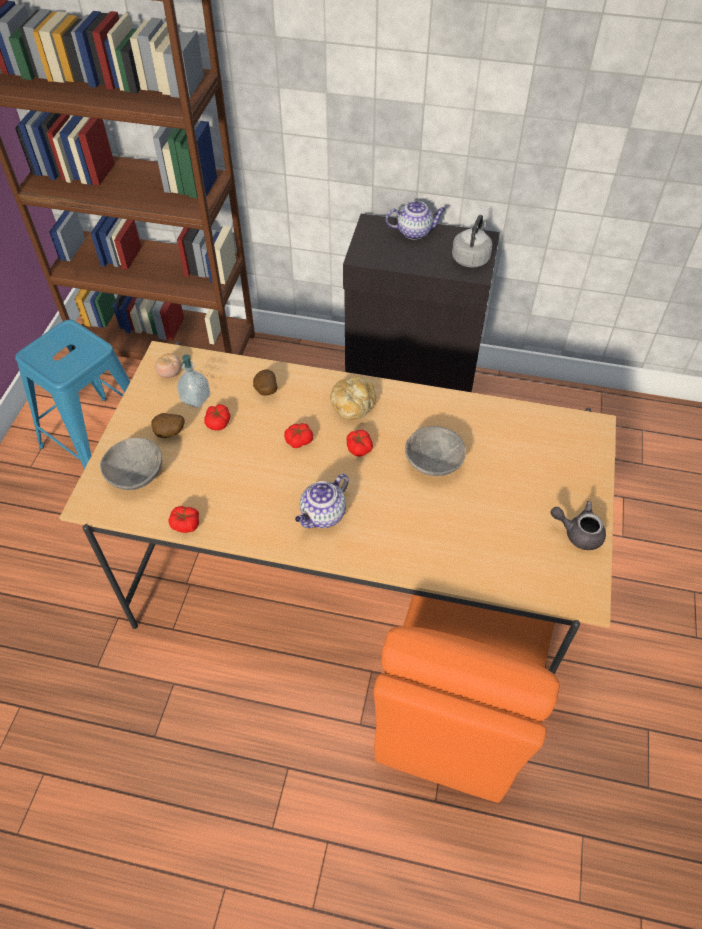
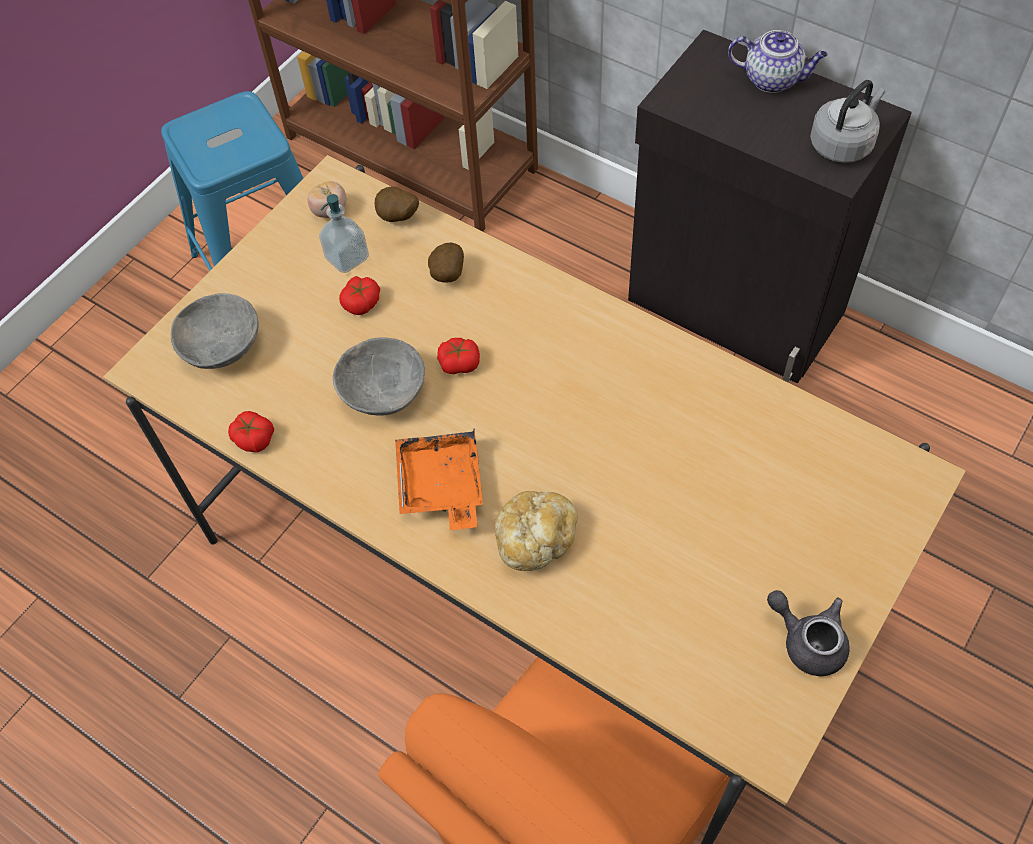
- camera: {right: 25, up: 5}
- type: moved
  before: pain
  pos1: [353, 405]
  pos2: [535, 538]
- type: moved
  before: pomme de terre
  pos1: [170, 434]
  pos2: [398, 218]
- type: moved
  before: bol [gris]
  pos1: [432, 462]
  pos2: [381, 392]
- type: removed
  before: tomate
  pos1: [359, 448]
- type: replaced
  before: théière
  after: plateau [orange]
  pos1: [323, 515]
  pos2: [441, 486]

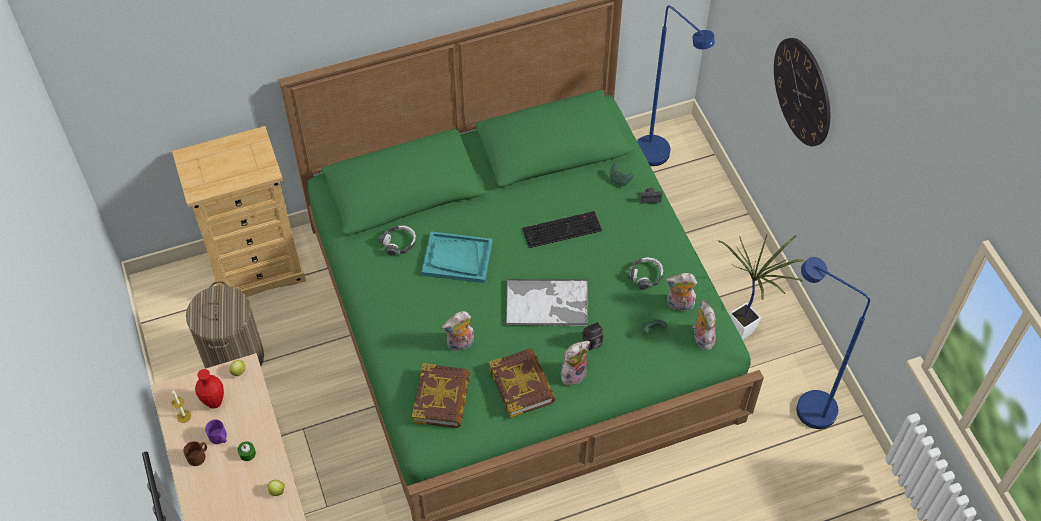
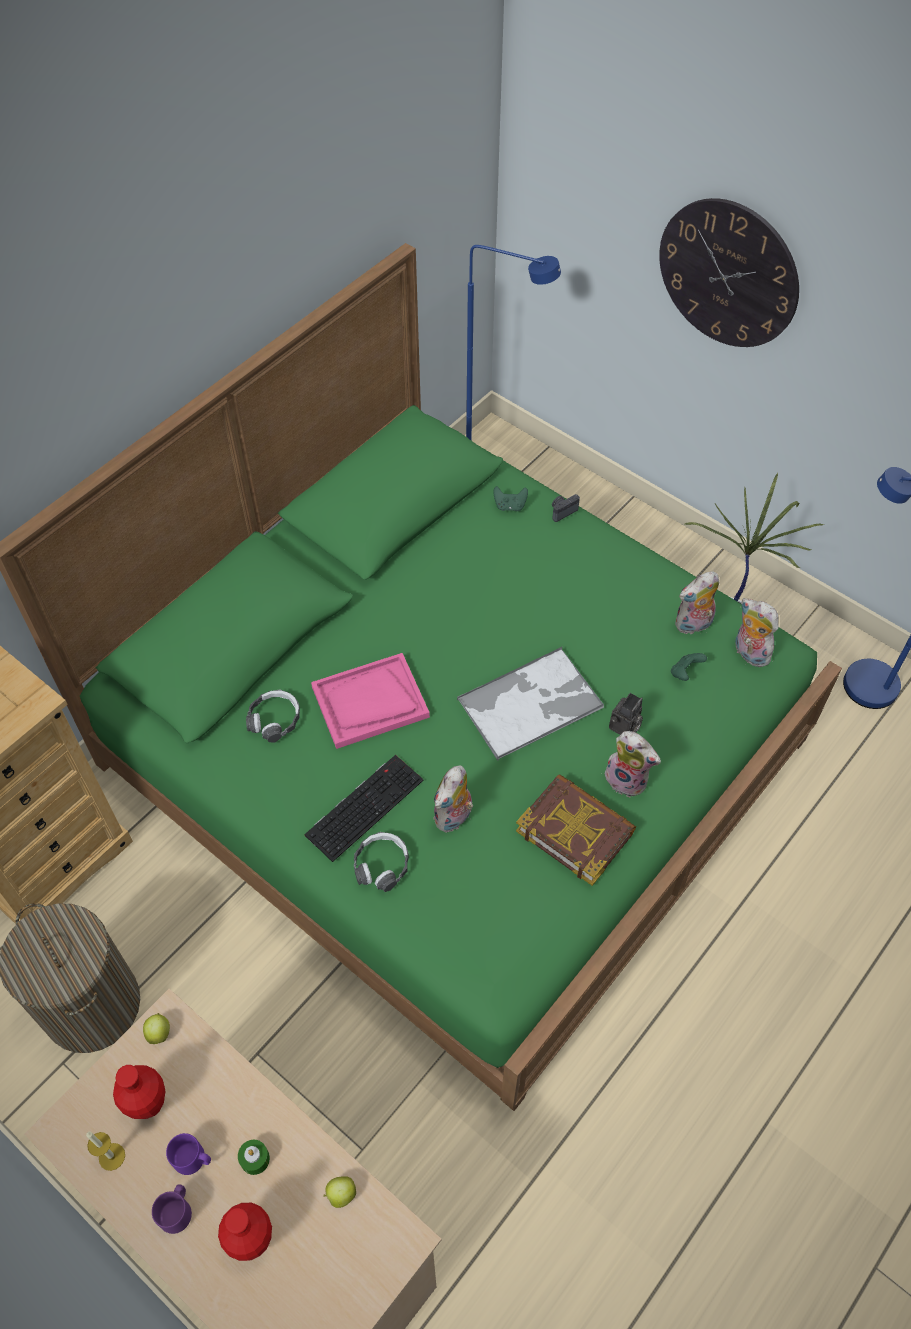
- camera: {right: -30, up: 0}
- type: moved
  before: clavier
  pos1: [562, 229]
  pos2: [364, 805]
- type: recoloured
  before: plateau [turquoise]
  after: plateau [rose]
  pos1: [457, 259]
  pos2: [370, 702]
- type: moved
  before: casque audio
  pos1: [646, 276]
  pos2: [381, 865]
- type: turned
  before: peluche
  pos1: [573, 373]
  pos2: [628, 779]
  turn: 105
- type: removed
  before: livre
  pos1: [442, 398]
- type: recoloured
  before: mug [marron]
  after: mug [violet]
  pos1: [198, 456]
  pos2: [177, 1211]
- type: added
  after: vase [rouge]
  pos2: [252, 1240]

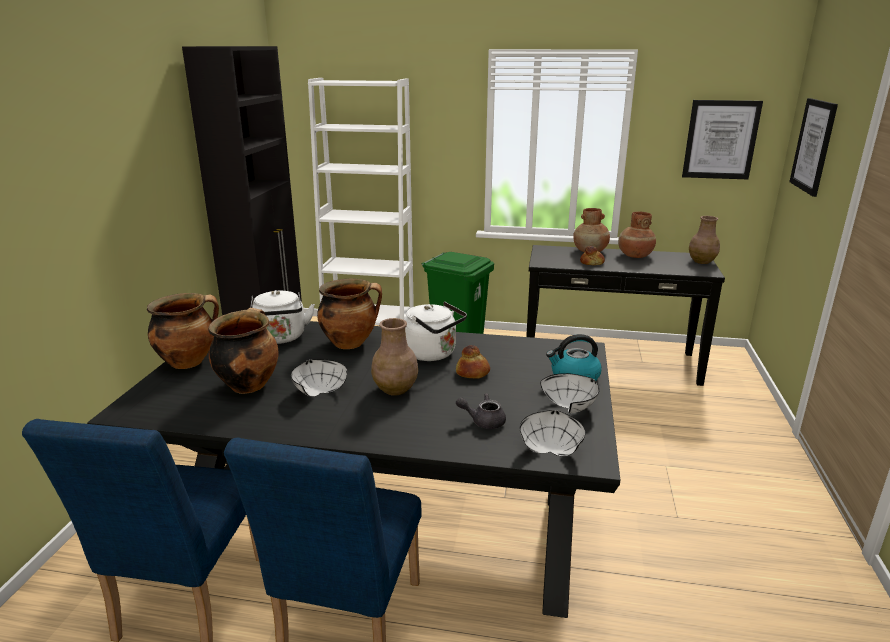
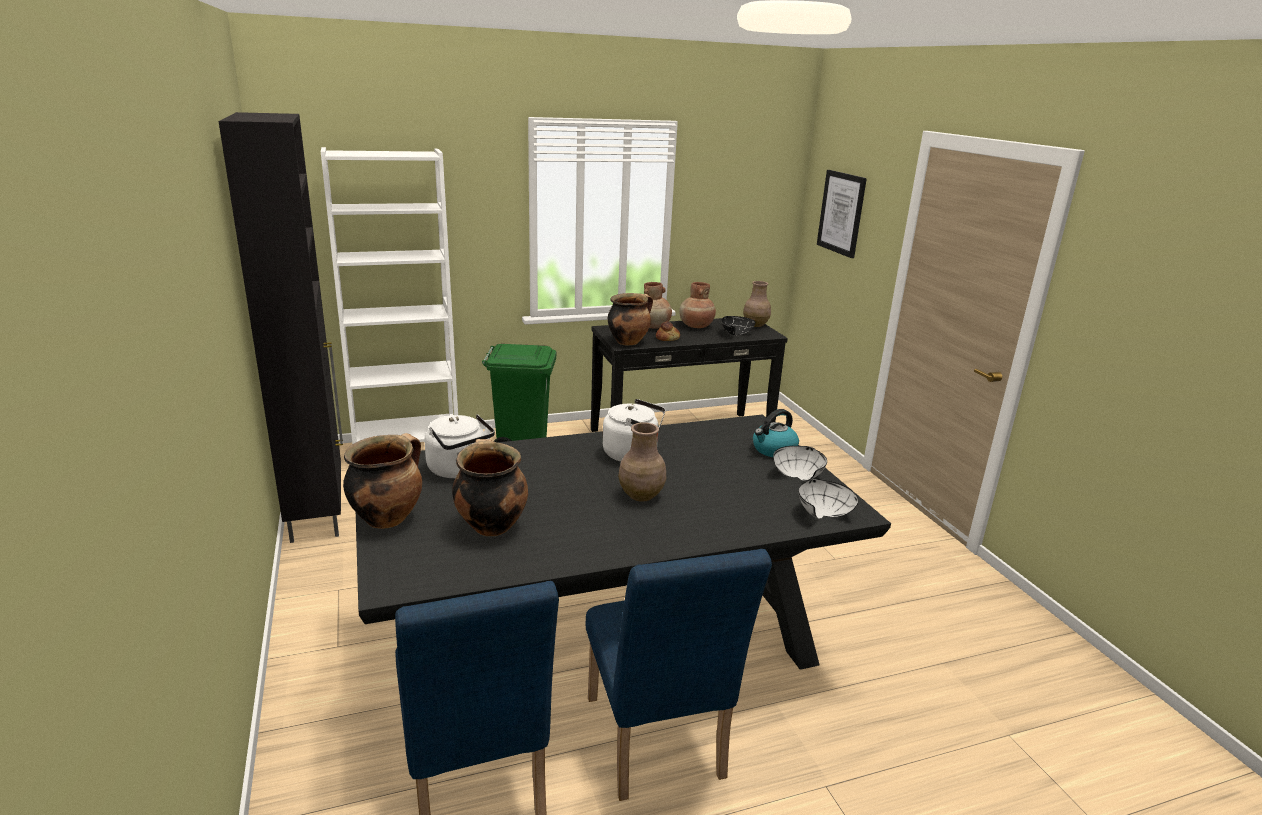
- camera: {right: -30, up: 0}
- type: removed
  before: tableau
  pos1: [720, 139]
- type: moved
  before: marmite
  pos1: [351, 343]
  pos2: [628, 342]
- type: removed
  before: pain
  pos1: [472, 373]
- type: removed
  before: bol [blanc]
  pos1: [318, 390]
- type: removed
  before: théière [gris]
  pos1: [483, 421]
- type: added
  after: bol [noir]
  pos2: [734, 334]

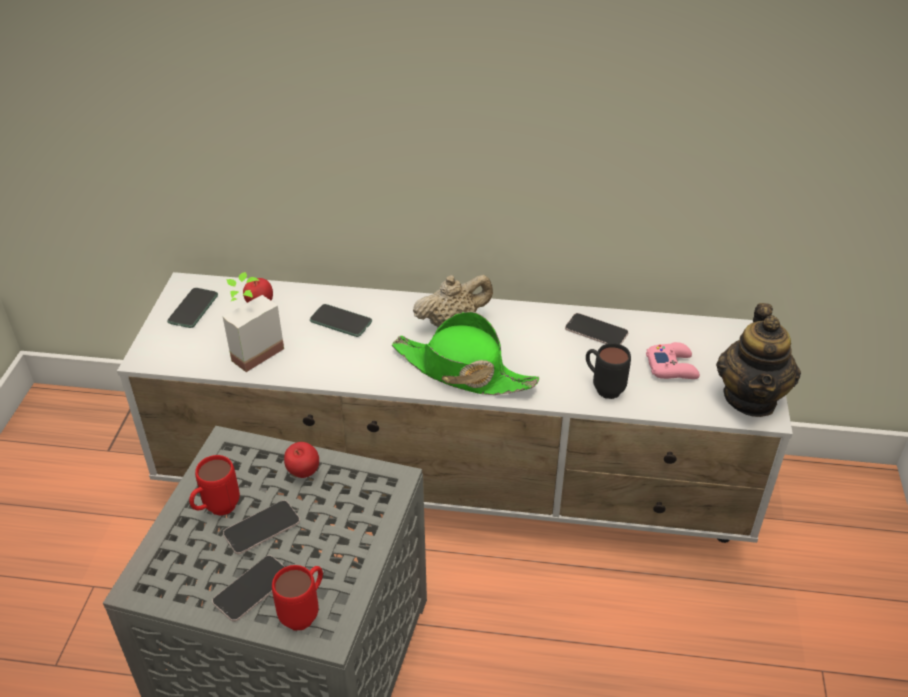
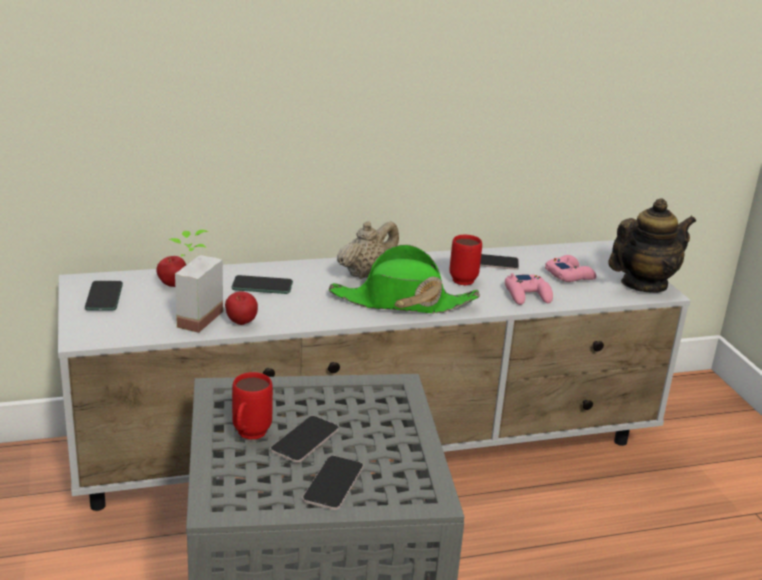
- camera: {right: -25, up: -15}
- type: turned
  before: théière
  pos1: [750, 398]
  pos2: [643, 284]
  turn: -105
- type: replaced
  before: mug [noir]
  after: manette [rose]
  pos1: [603, 387]
  pos2: [527, 295]
- type: moved
  before: pomme
  pos1: [303, 473]
  pos2: [241, 324]
- type: moved
  before: mug [rouge]
  pos1: [305, 612]
  pos2: [464, 278]

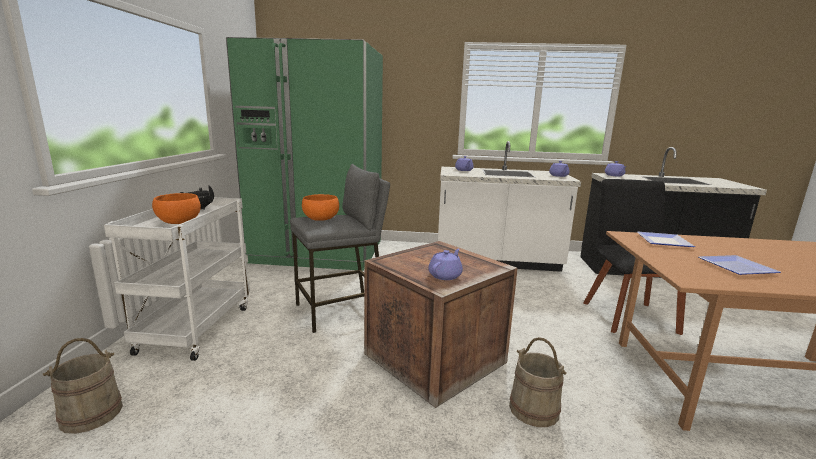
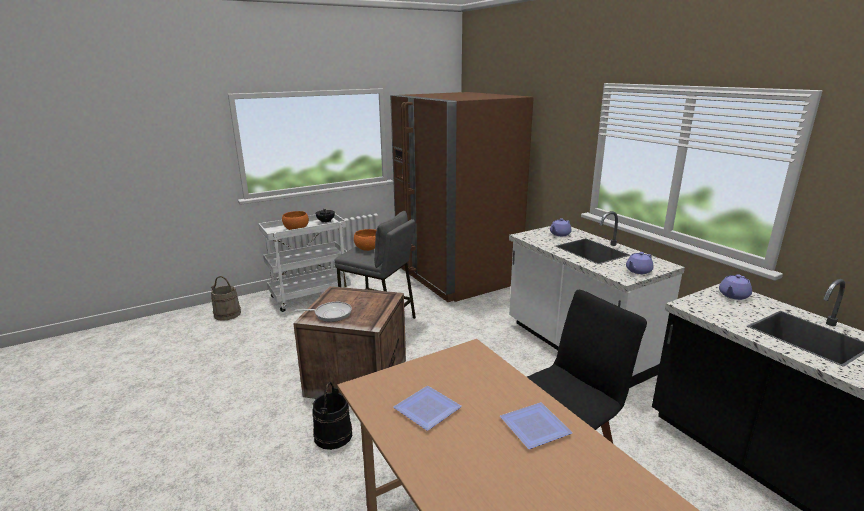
- camera: {right: 55, up: 5}
- type: recoloured
  before: réfrigérateur [vert]
  after: réfrigérateur [marron]
  pos1: [319, 252]
  pos2: [456, 275]
- type: moved
  before: assiette
  pos1: [661, 241]
  pos2: [535, 425]
- type: replaced
  before: théière [violet]
  after: poêle
  pos1: [445, 275]
  pos2: [331, 314]
- type: recoloured
  before: seau [beige]
  after: seau [noir]
  pos1: [533, 409]
  pos2: [333, 435]

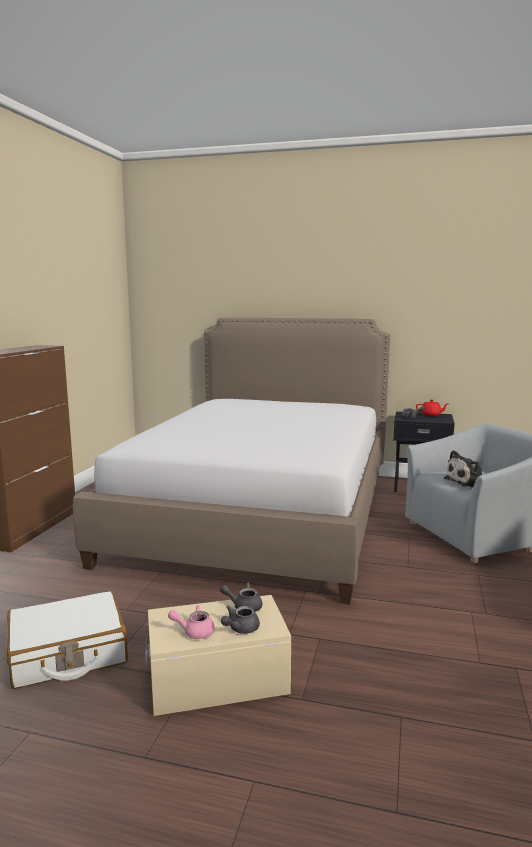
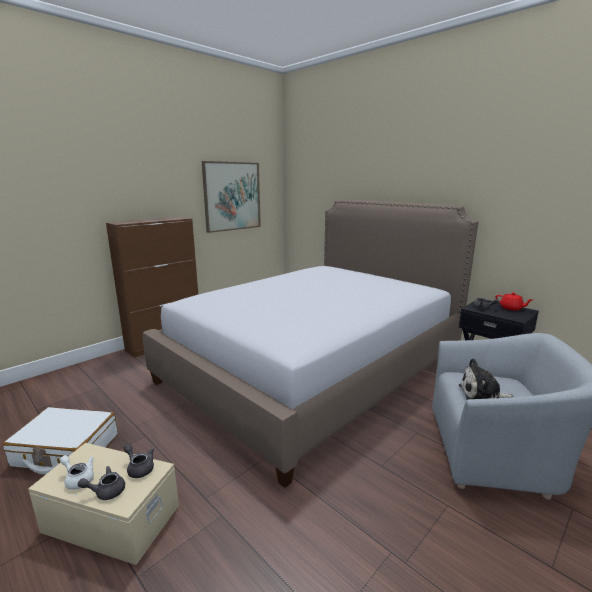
- camera: {right: 30, up: 5}
- type: recoloured
  before: théière [rose]
  after: théière [blanc]
  pos1: [194, 631]
  pos2: [78, 479]
- type: added
  after: tableau
  pos2: [232, 196]

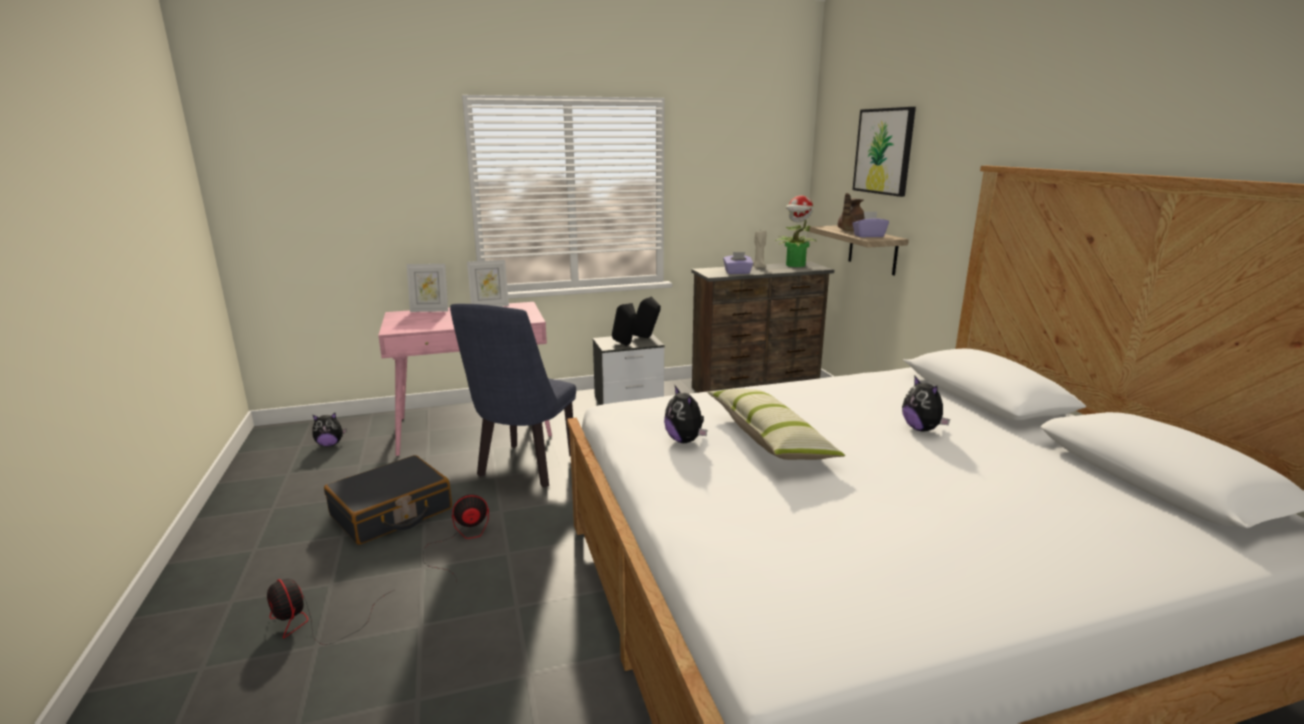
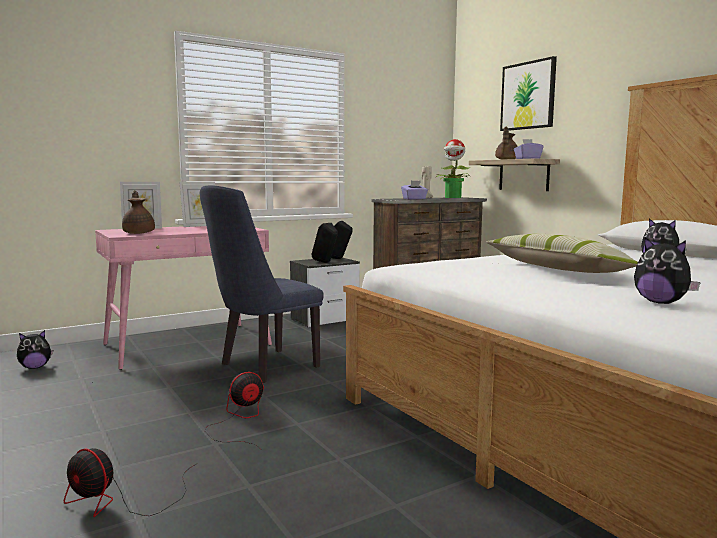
- camera: {right: -15, up: -10}
- type: turned
  before: chaise [bleu]
  pos1: [524, 469]
  pos2: [263, 367]
  turn: 45
- type: moved
  before: peluche
  pos1: [685, 440]
  pos2: [661, 303]
- type: removed
  before: valise [noir]
  pos1: [391, 512]
- type: added
  after: théière [marron]
  pos2: [139, 233]

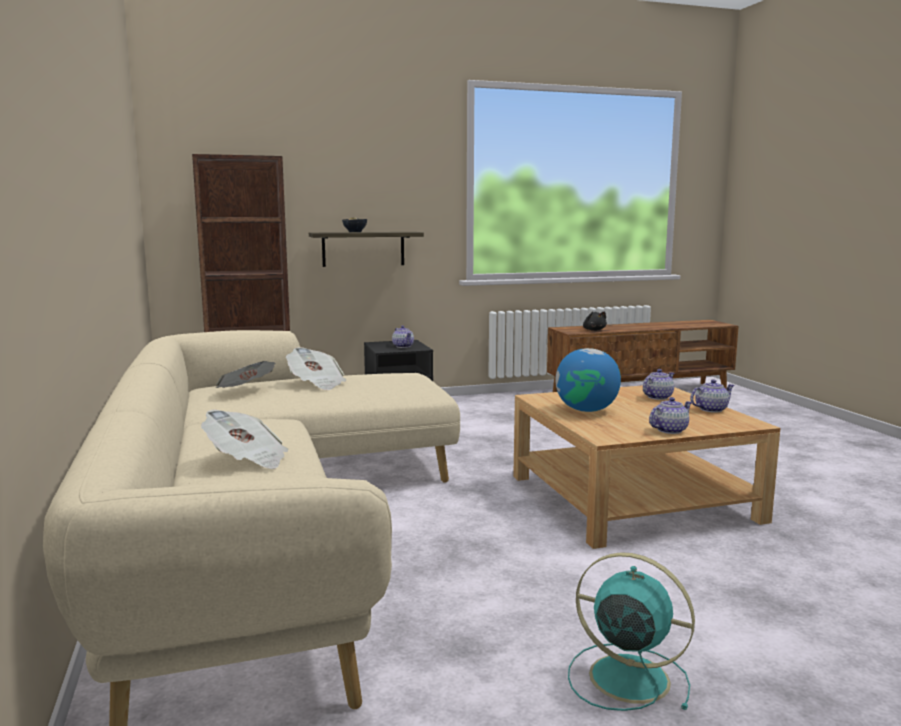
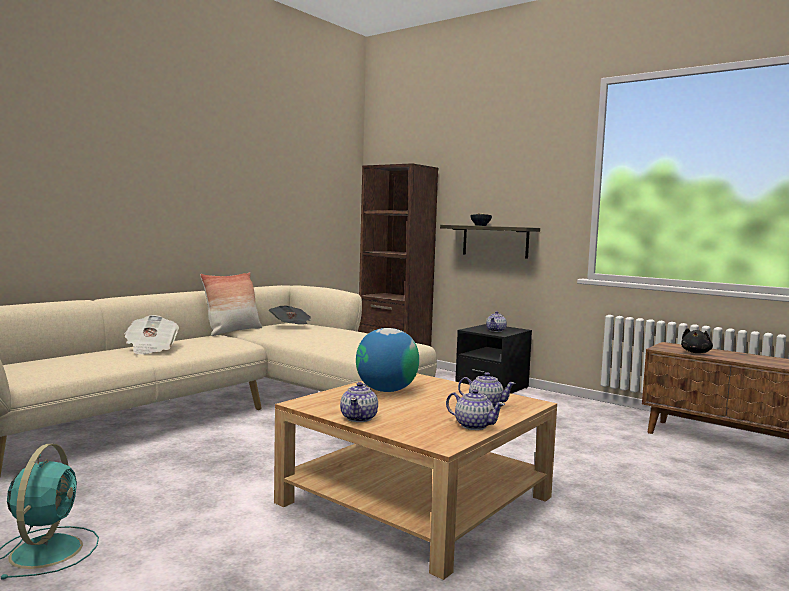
- camera: {right: 55, up: -5}
- type: removed
  before: journal
  pos1: [317, 384]
- type: turned
  before: théière
  pos1: [669, 430]
  pos2: [359, 418]
  turn: 75
- type: added
  after: coussin
  pos2: [232, 331]

